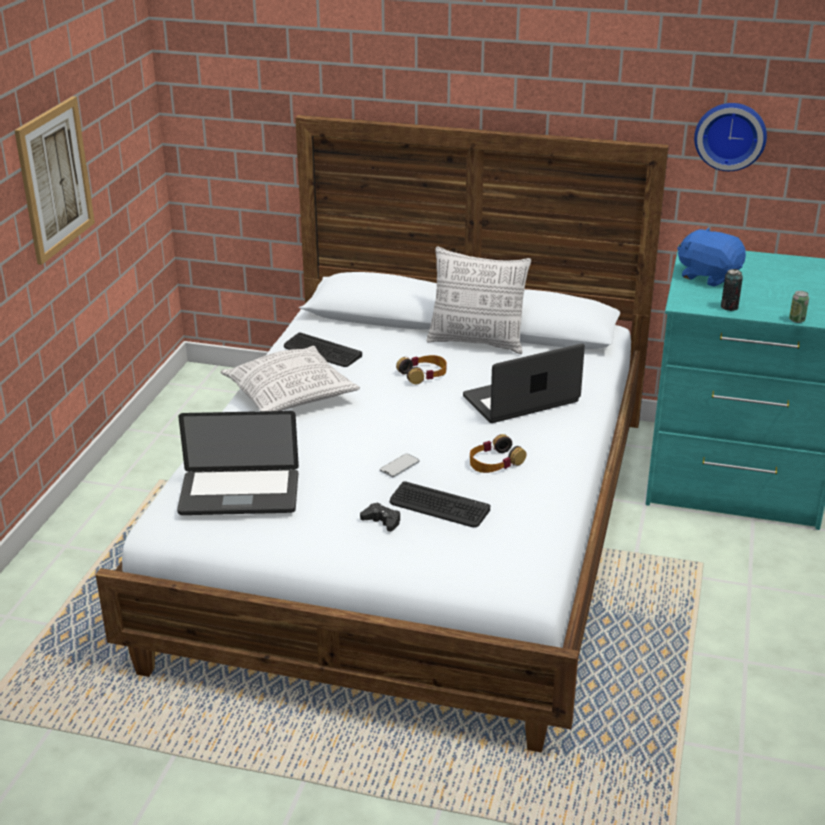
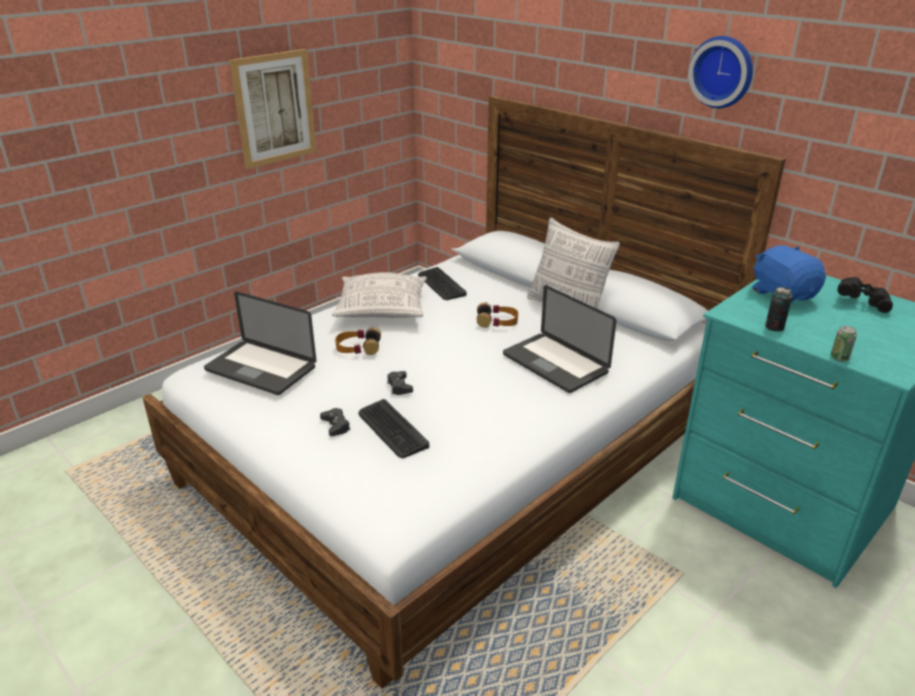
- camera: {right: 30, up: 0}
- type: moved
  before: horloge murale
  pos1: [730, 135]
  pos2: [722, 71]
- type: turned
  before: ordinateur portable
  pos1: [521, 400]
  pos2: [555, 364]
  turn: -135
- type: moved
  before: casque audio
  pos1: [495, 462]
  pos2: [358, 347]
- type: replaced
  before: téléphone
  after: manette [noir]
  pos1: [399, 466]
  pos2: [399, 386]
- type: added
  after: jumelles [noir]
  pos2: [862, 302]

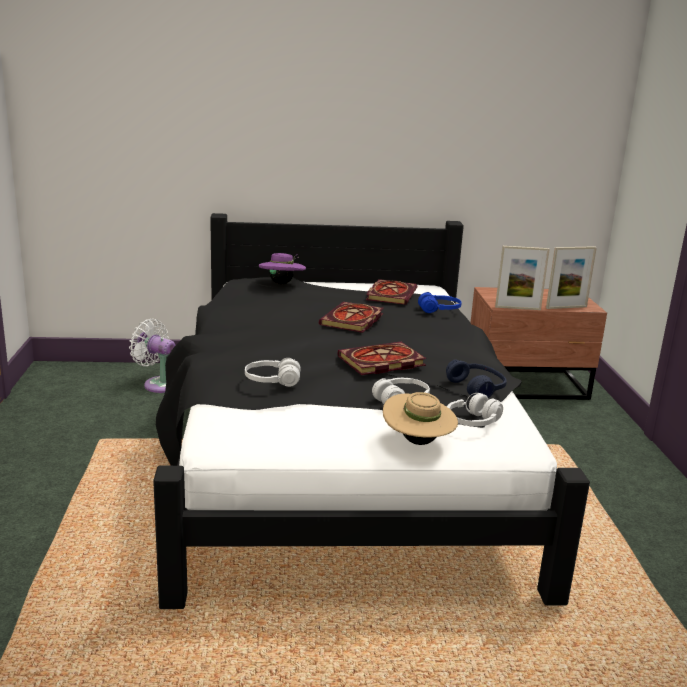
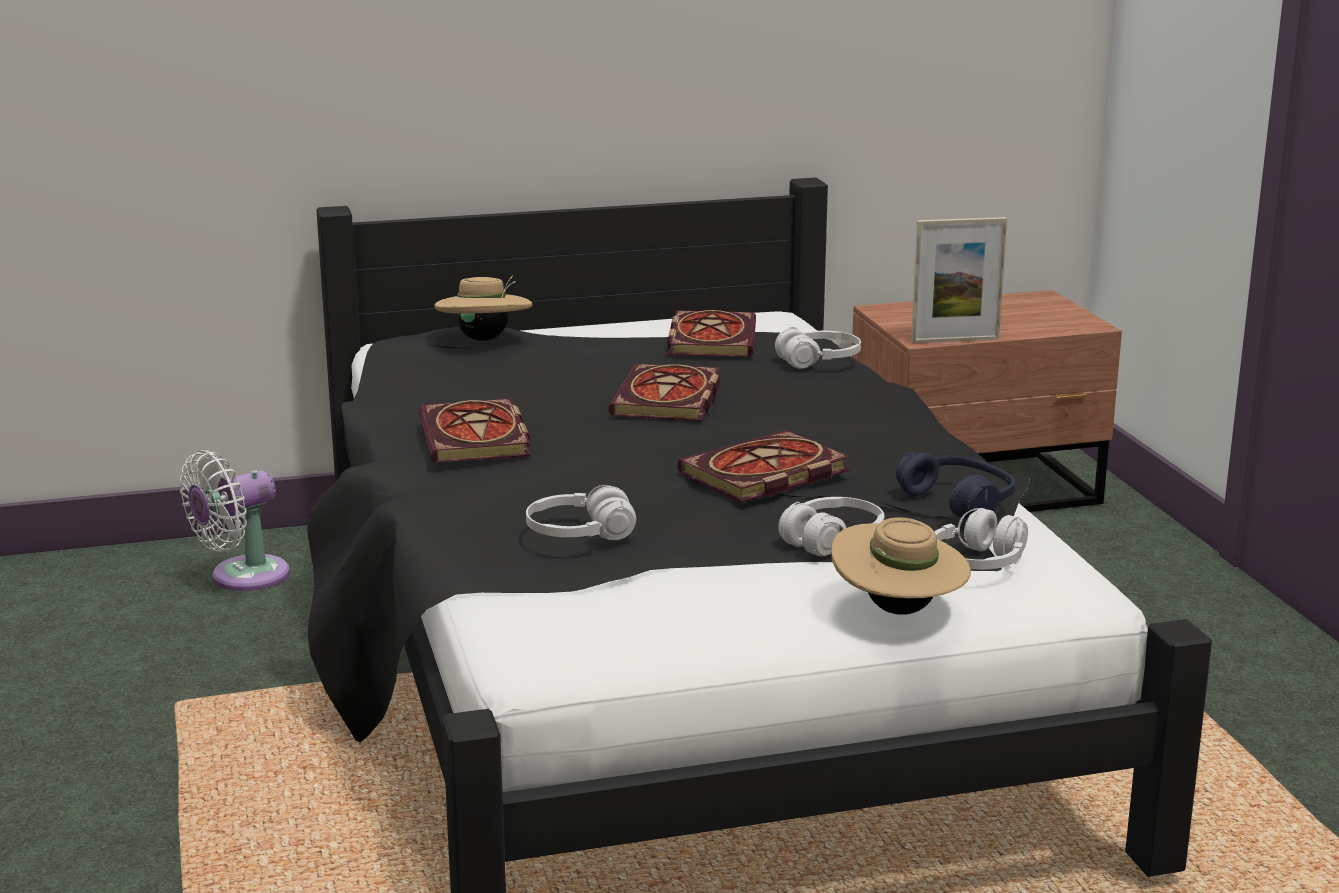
- camera: {right: -10, up: 0}
- type: removed
  before: cadre photo
  pos1: [566, 307]
- type: recoloured
  before: chapeau [violet]
  after: chapeau [beige]
  pos1: [282, 283]
  pos2: [484, 339]
- type: recoloured
  before: casque audio [bleu]
  after: casque audio [blanc]
  pos1: [439, 310]
  pos2: [819, 361]
- type: turned
  before: ventilateur [blanc]
  pos1: [159, 384]
  pos2: [242, 577]
  turn: -60
- type: added
  after: livre
  pos2: [477, 438]

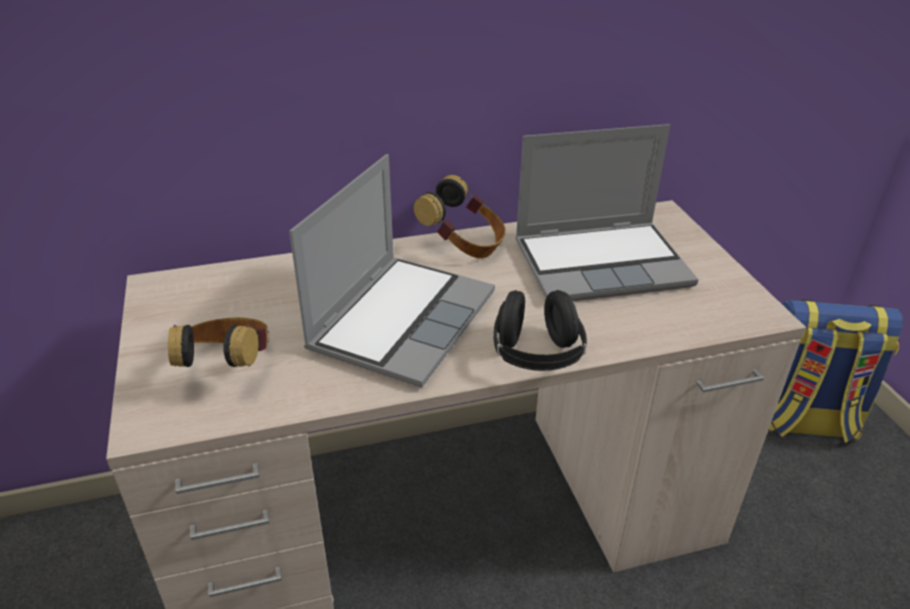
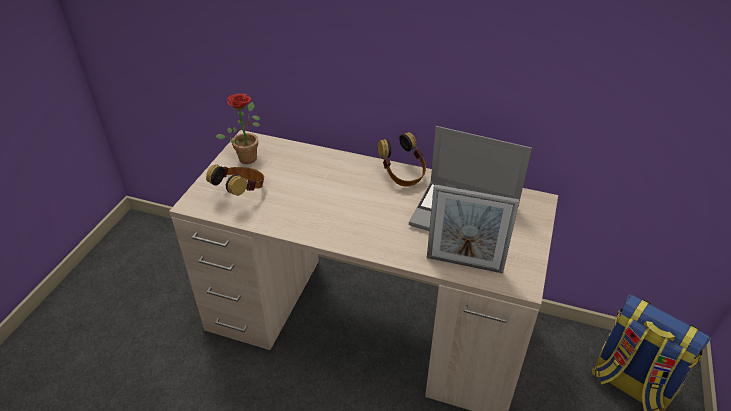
- camera: {right: 35, up: 5}
- type: removed
  before: ordinateur portable
  pos1: [402, 319]
- type: removed
  before: casque audio [noir]
  pos1: [536, 355]
- type: added
  after: plante en pot
  pos2: [248, 156]
- type: added
  after: cadre photo
  pos2: [464, 264]

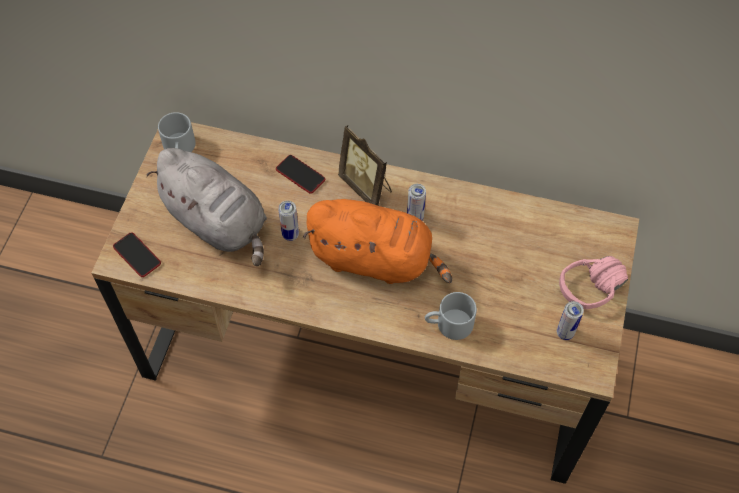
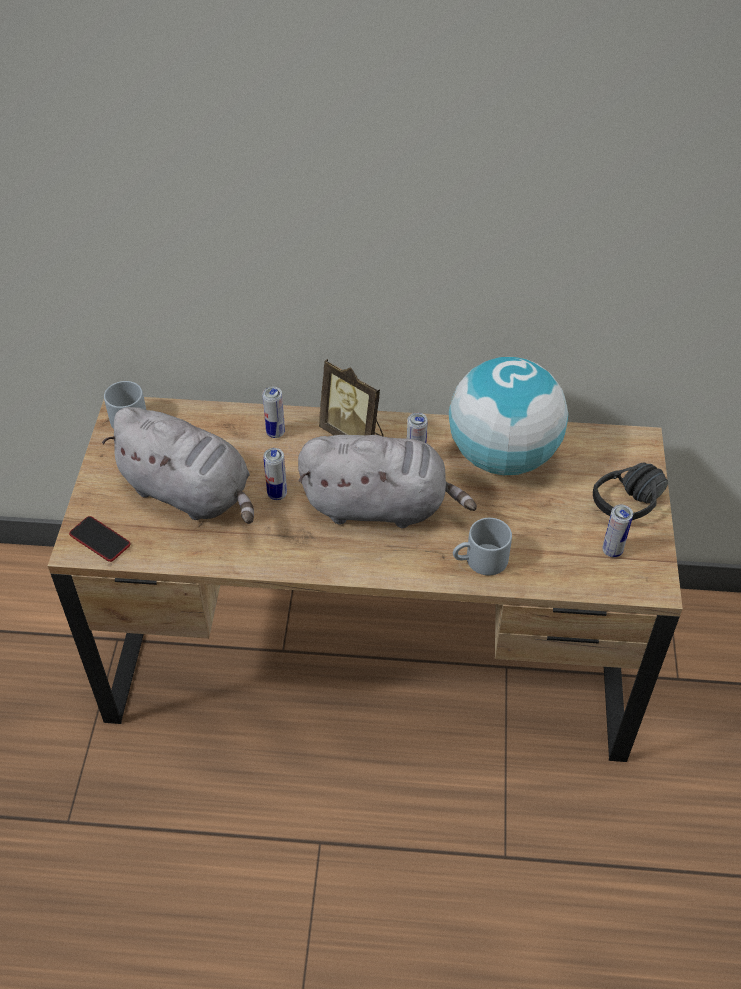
- camera: {right: -10, up: -10}
- type: replaced
  before: téléphone
  after: boîte métallique
  pos1: [300, 174]
  pos2: [275, 432]
- type: recoloured
  before: peluche [orange]
  after: peluche [gris]
  pos1: [375, 259]
  pos2: [380, 506]
- type: recoloured
  before: casque audio [rose]
  after: casque audio [noir]
  pos1: [596, 296]
  pos2: [637, 509]
- type: added
  after: globe
  pos2: [502, 456]

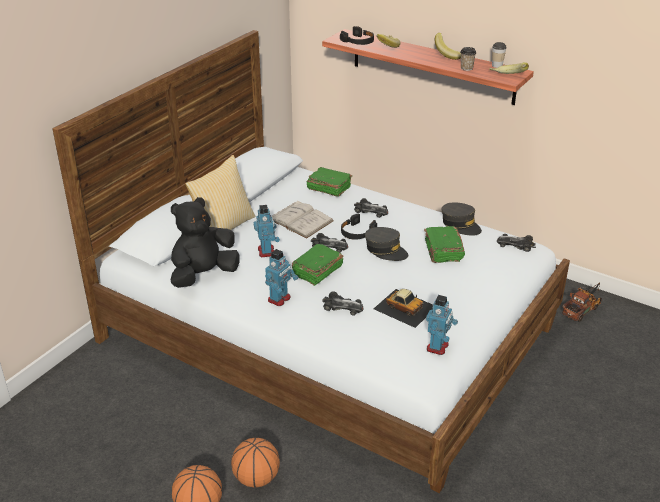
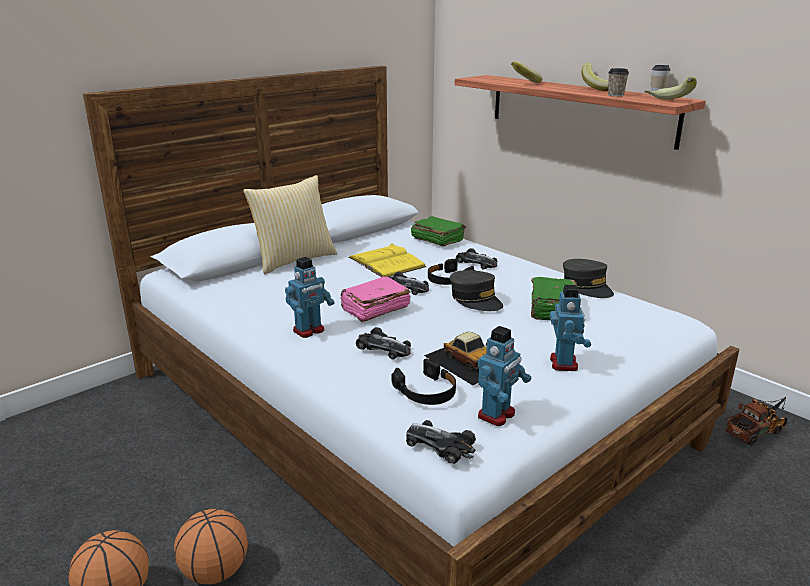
- camera: {right: 15, up: -10}
- type: moved
  before: casque audio [noir]
  pos1: [358, 41]
  pos2: [426, 391]
- type: removed
  before: peluche [noir]
  pos1: [203, 275]
- type: recoloured
  before: livre [blanc]
  after: livre [jaune]
  pos1: [300, 220]
  pos2: [386, 262]
- type: moved
  before: robot jouet
  pos1: [267, 251]
  pos2: [564, 363]
- type: moved
  before: petite voiture
  pos1: [516, 244]
  pos2: [440, 445]
- type: recoloured
  before: livre [vert]
  after: livre [rose]
  pos1: [316, 272]
  pos2: [374, 309]

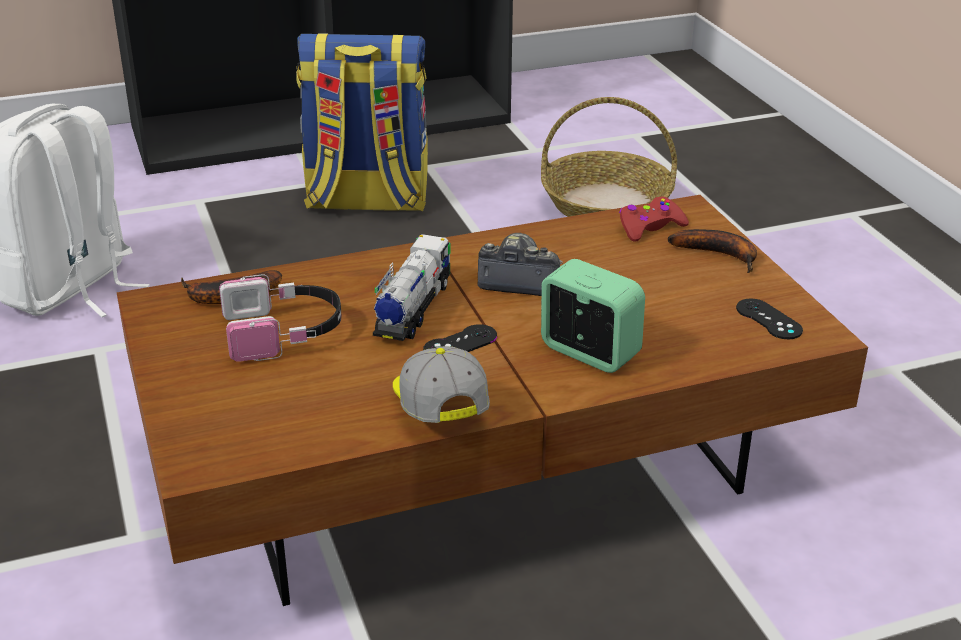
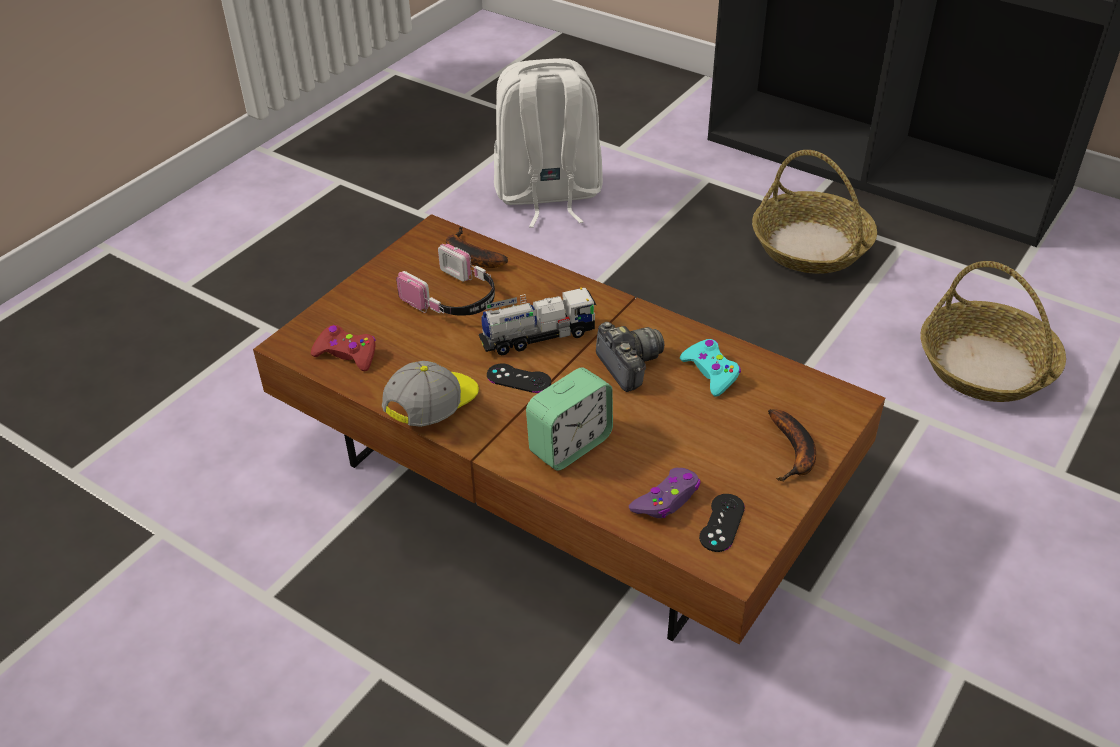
- camera: {right: 55, up: 10}
- type: replaced
  before: sac à dos
  after: panier
  pos1: [366, 201]
  pos2: [810, 246]
- type: moved
  before: manette [rouge]
  pos1: [650, 227]
  pos2: [347, 354]
- type: turned
  before: réveil
  pos1: [589, 352]
  pos2: [570, 445]
  turn: 45
- type: added
  after: manette [turquoise]
  pos2: [711, 372]
- type: added
  after: manette [violet]
  pos2: [666, 500]

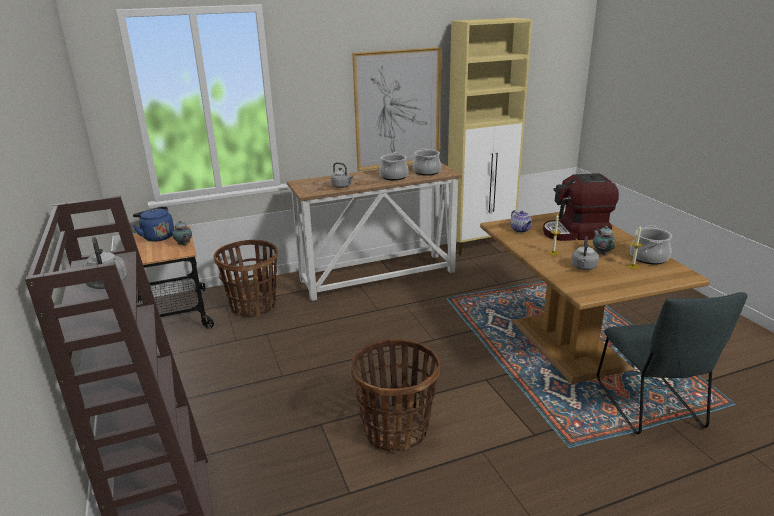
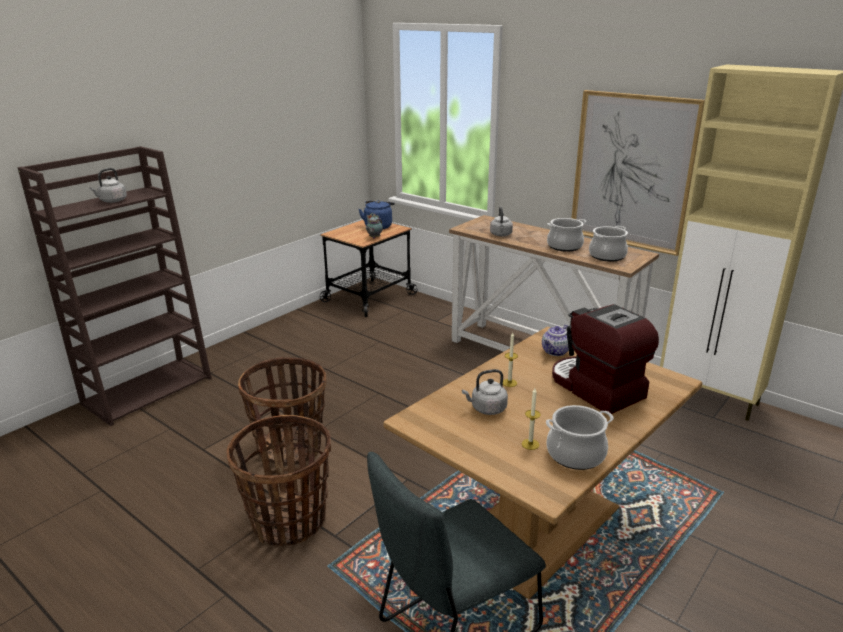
- camera: {right: 60, up: 0}
- type: removed
  before: théière
  pos1: [601, 253]
- type: moved
  before: panier
  pos1: [253, 306]
  pos2: [289, 521]

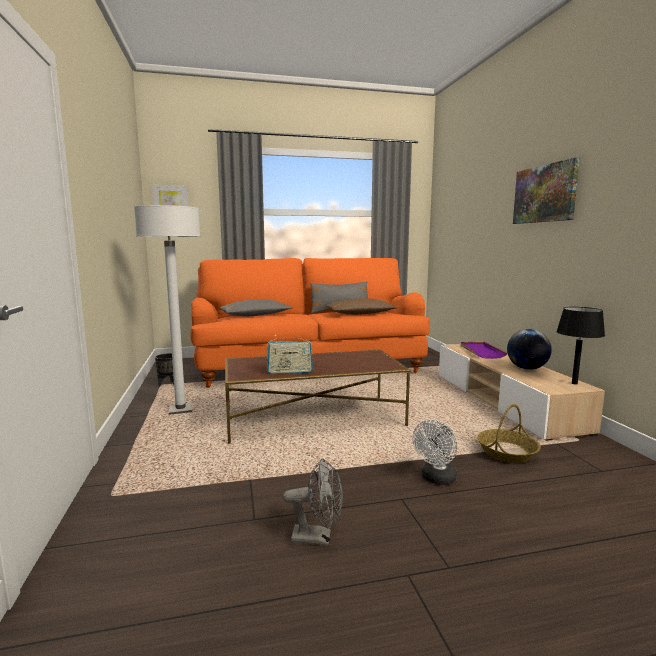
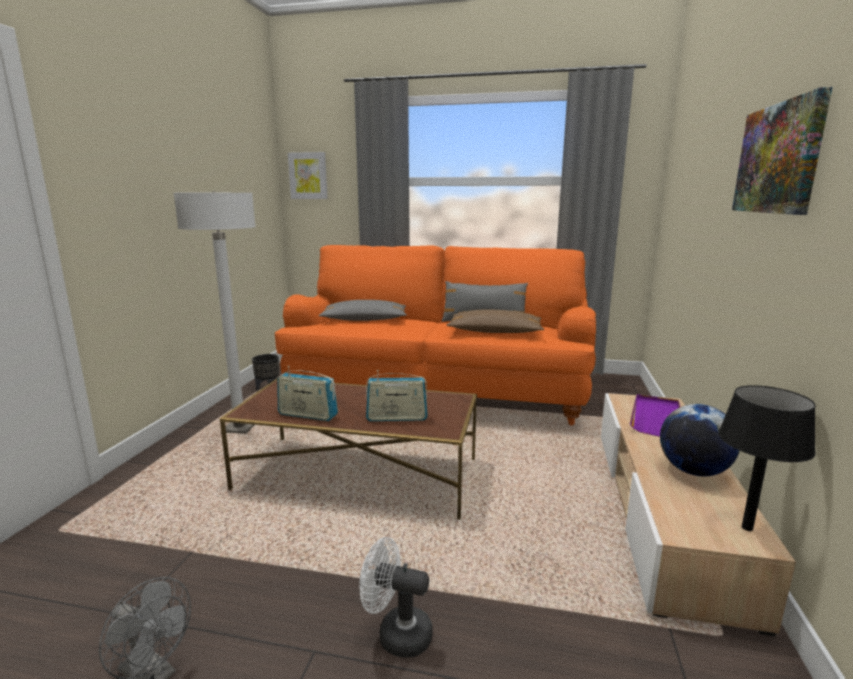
- camera: {right: 25, up: 5}
- type: removed
  before: panier
  pos1: [507, 452]
- type: turned
  before: ventilateur [blanc]
  pos1: [436, 479]
  pos2: [396, 634]
  turn: 45
- type: added
  after: radio
  pos2: [397, 418]

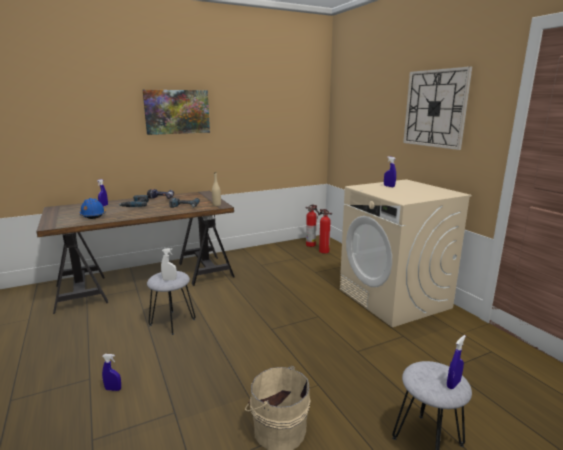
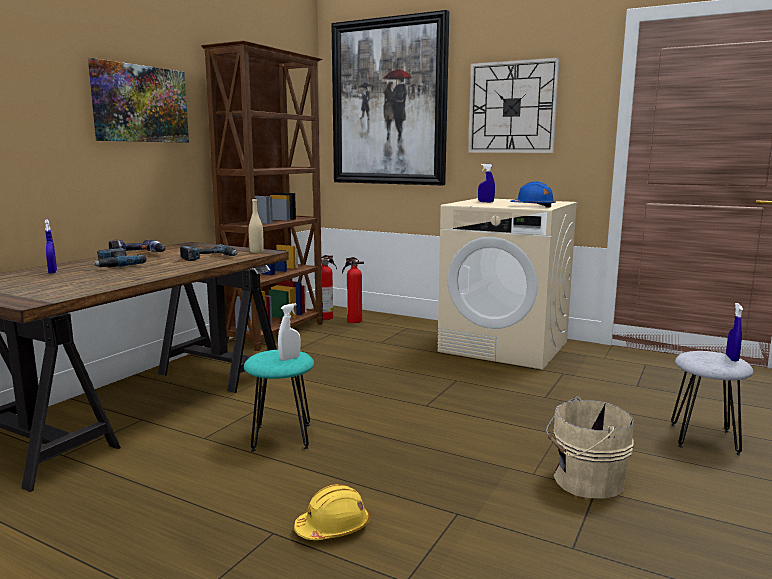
- camera: {right: -35, up: -5}
- type: moved
  before: casque de chantier [bleu]
  pos1: [93, 215]
  pos2: [533, 206]
- type: recoloured
  before: tabouret [gris]
  after: tabouret [turquoise]
  pos1: [172, 322]
  pos2: [281, 437]
- type: replaced
  before: vaporisateur [bleu]
  after: casque de chantier [jaune]
  pos1: [113, 389]
  pos2: [333, 527]
- type: added
  after: tableau
  pos2: [389, 103]
- type: added
  after: bibliothèque [marron]
  pos2: [276, 333]

